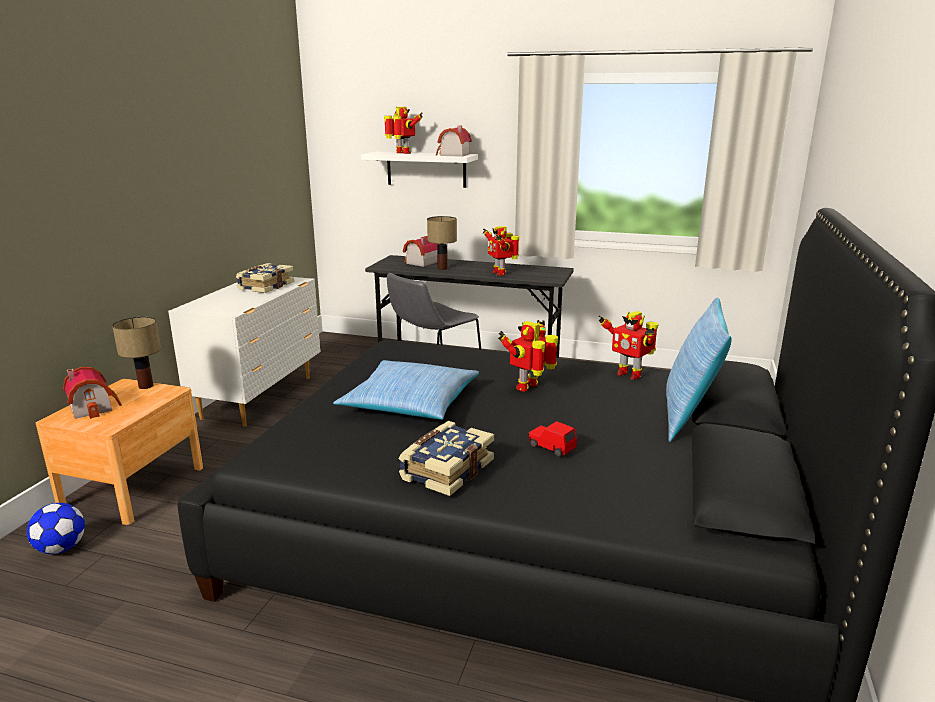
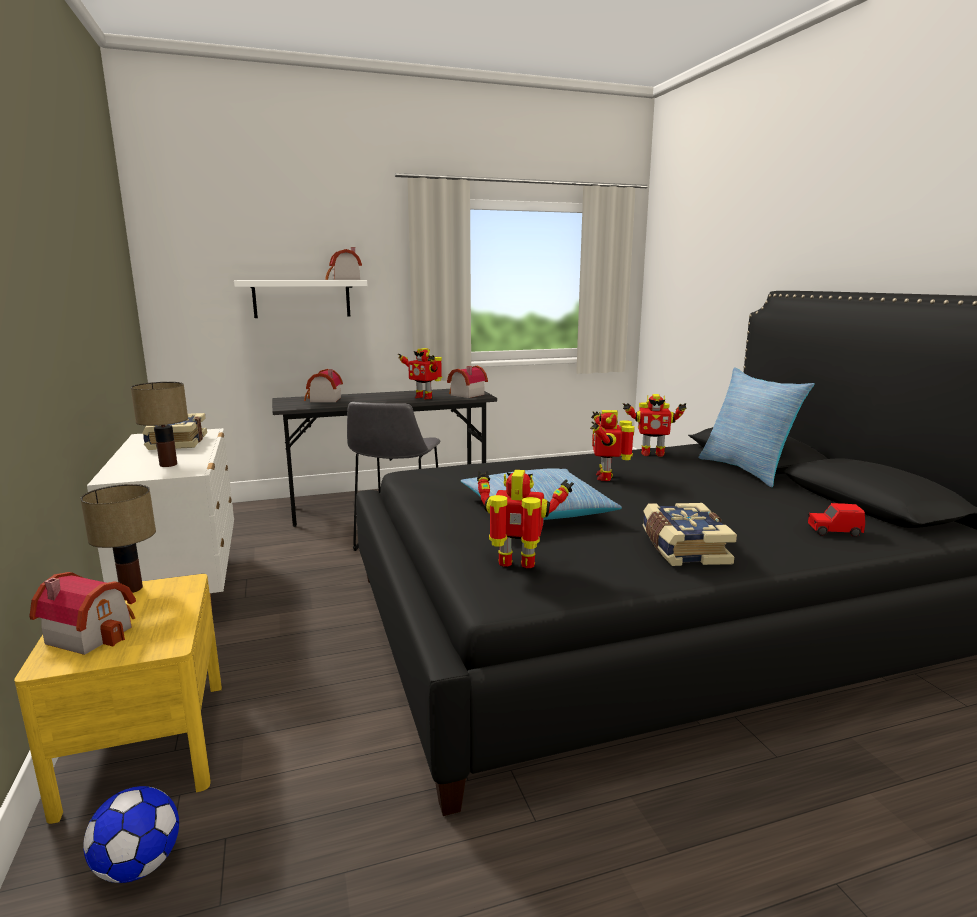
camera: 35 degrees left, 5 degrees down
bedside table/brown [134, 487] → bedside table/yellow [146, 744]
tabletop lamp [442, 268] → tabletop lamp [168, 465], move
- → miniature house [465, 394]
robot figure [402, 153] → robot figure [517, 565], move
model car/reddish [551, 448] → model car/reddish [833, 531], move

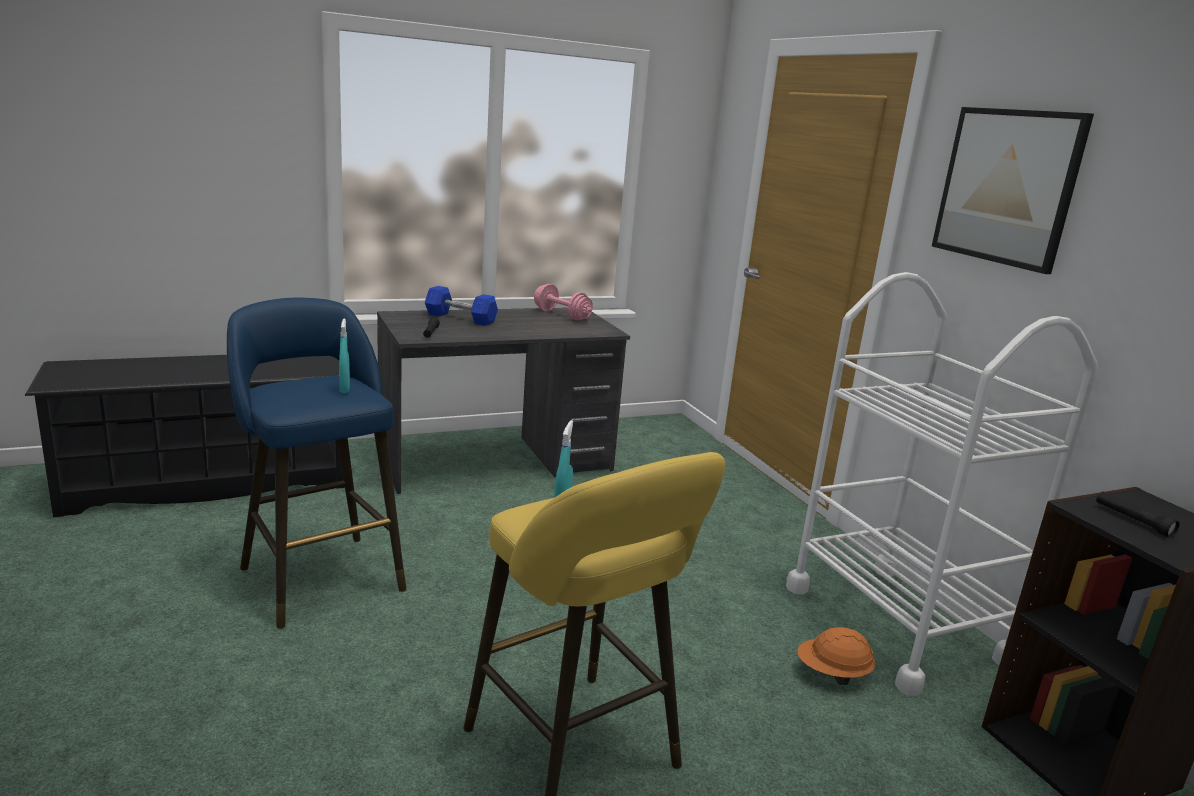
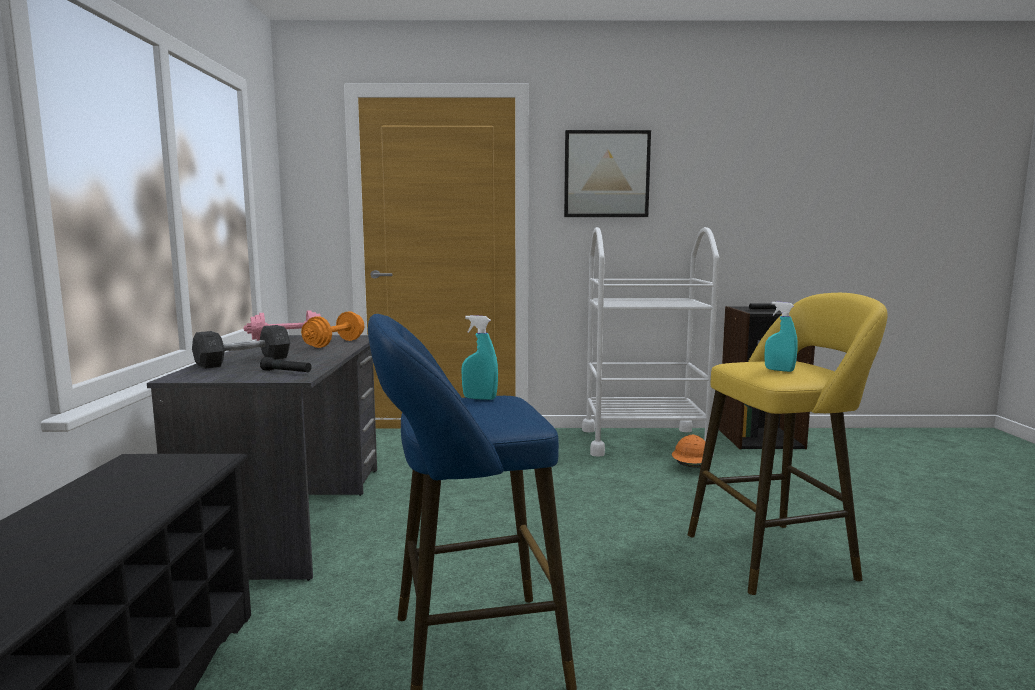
camera: 65 degrees left, 10 degrees down
hand weight/blue-coloured [460, 318] → hand weight/grey [243, 361]
- → hand weight/orange [334, 343]

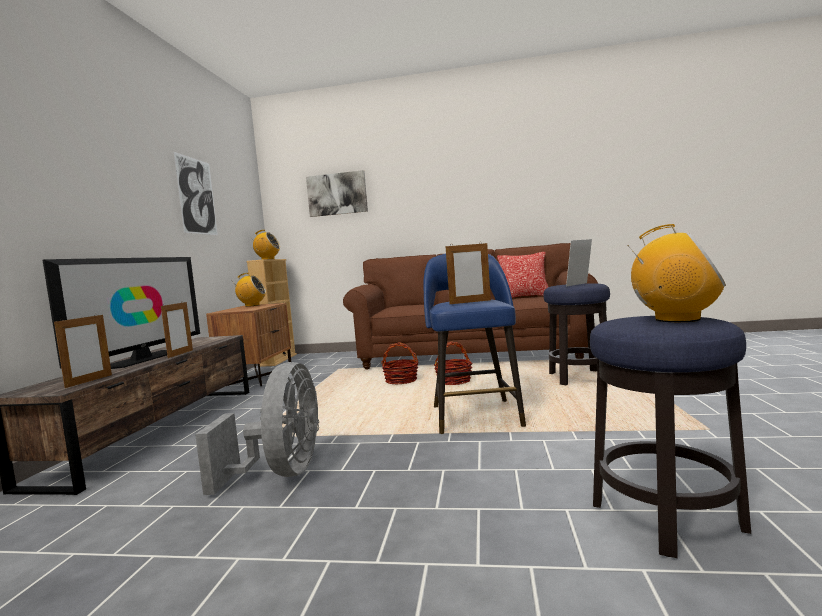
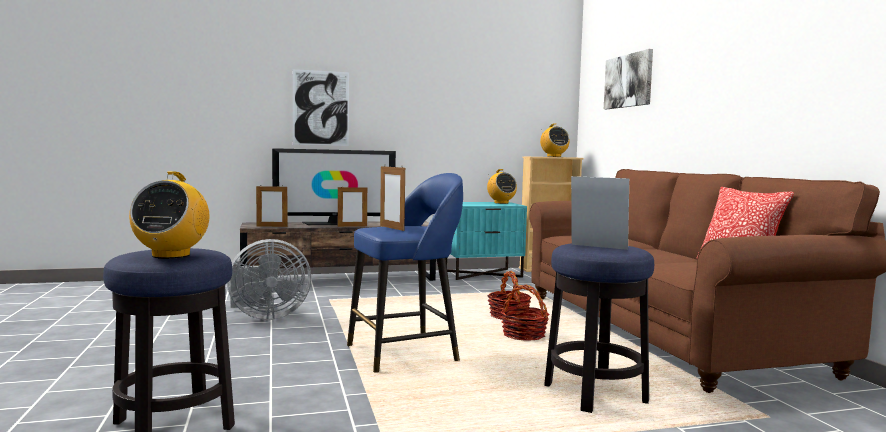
camera: 65 degrees right, 0 degrees up
picture [197, 196] → picture [321, 108], move
bedside table/brown [257, 377] → bedside table/blue-green [483, 274]

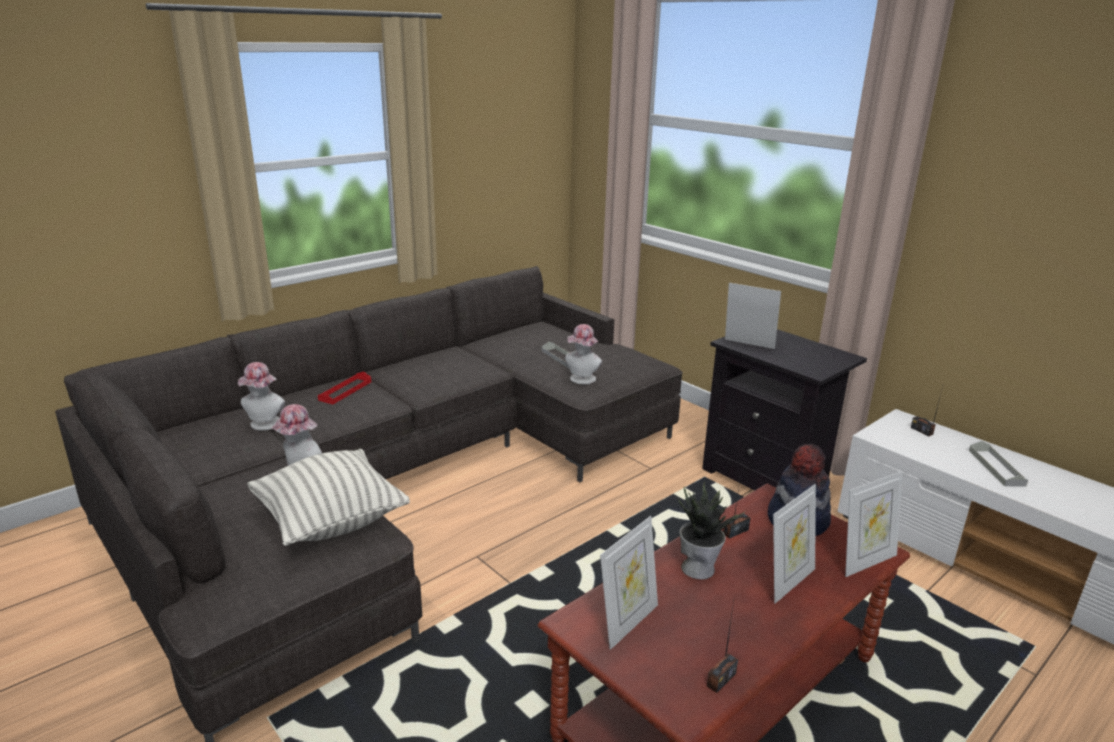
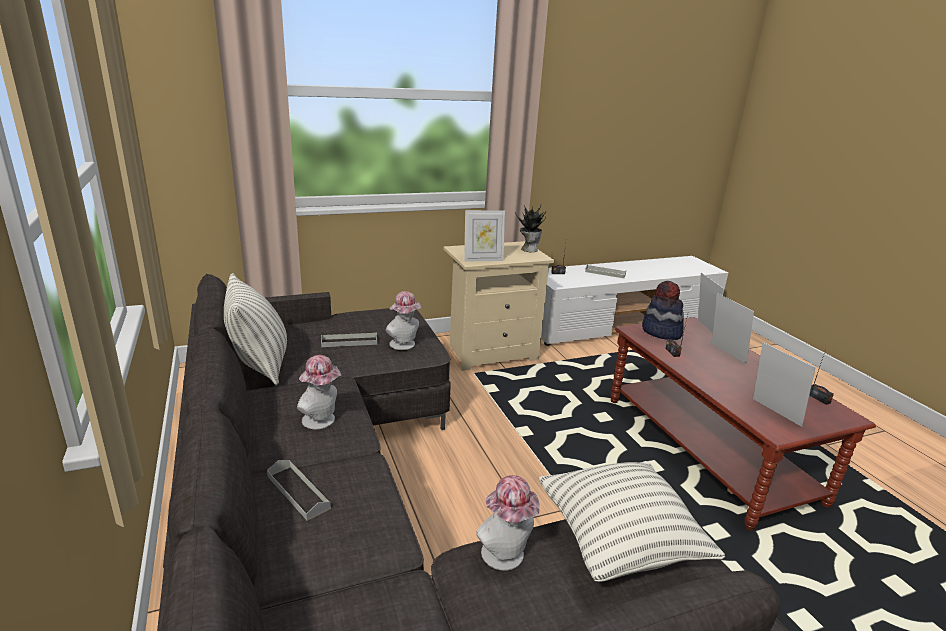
camera: 70 degrees left, 0 degrees up
- → cushion [259, 365]
carrying tray/reddish [345, 391] → carrying tray/grey [298, 492]
wearable hat [264, 425] → wearable hat [322, 421], move
bedside table/blackish [768, 478] → bedside table/beige-coloured [491, 352]
picture frame [748, 345] → picture frame [483, 259], 150 degrees counterclockwise
plant in a pot [698, 567] → plant in a pot [529, 249], move

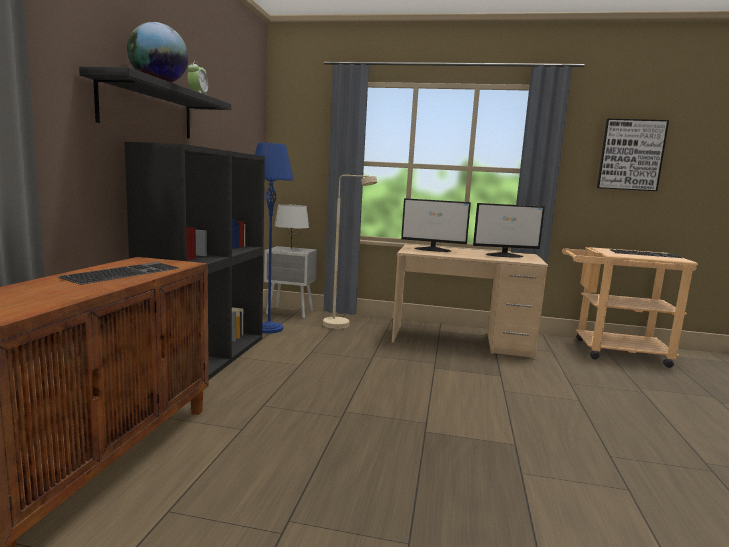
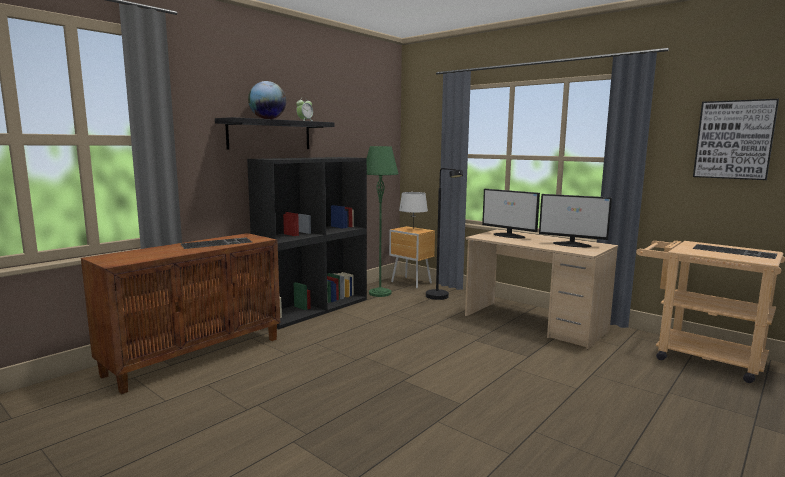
camera: 30 degrees right, 0 degrees up
standing lamp/blue-coloured [268, 329] → standing lamp/green [380, 293]
bedside table/grey [290, 313] → bedside table/brown [411, 283]
standing lamp/beige-coloured [342, 326] → standing lamp/blackish [441, 298]

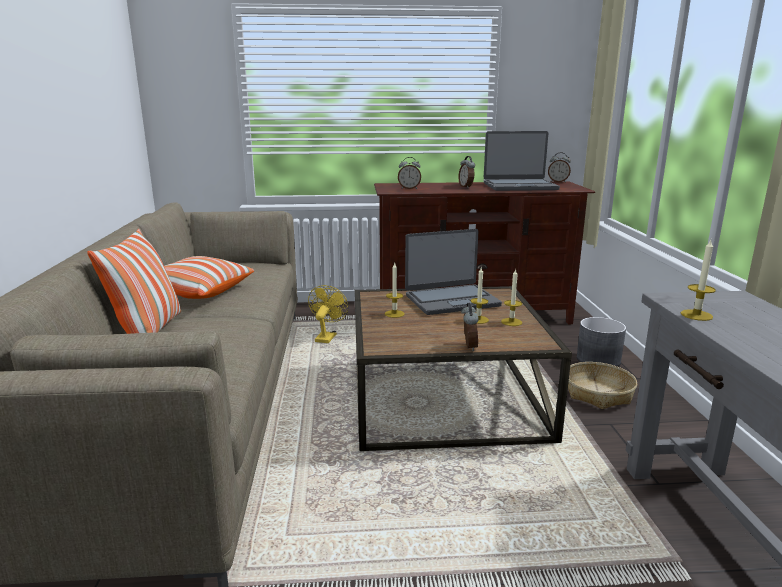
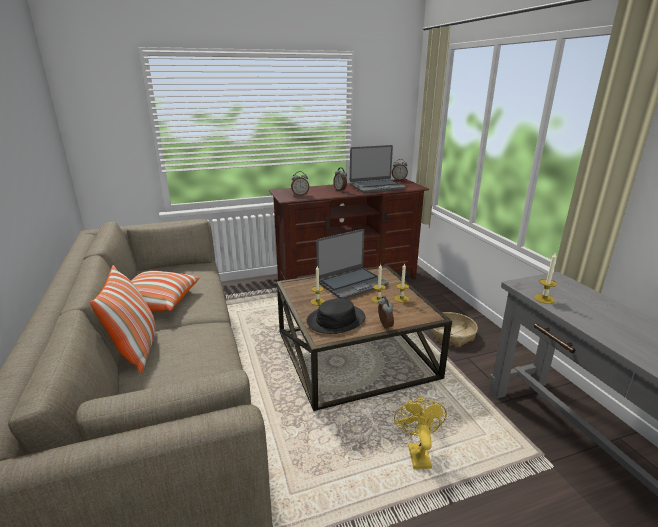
camera: 15 degrees left, 5 degrees up
- → wearable hat/blackish [336, 320]
electric fan/yellow [327, 336] → electric fan/yellow [417, 452], move
flower pot/grey [598, 360] → -

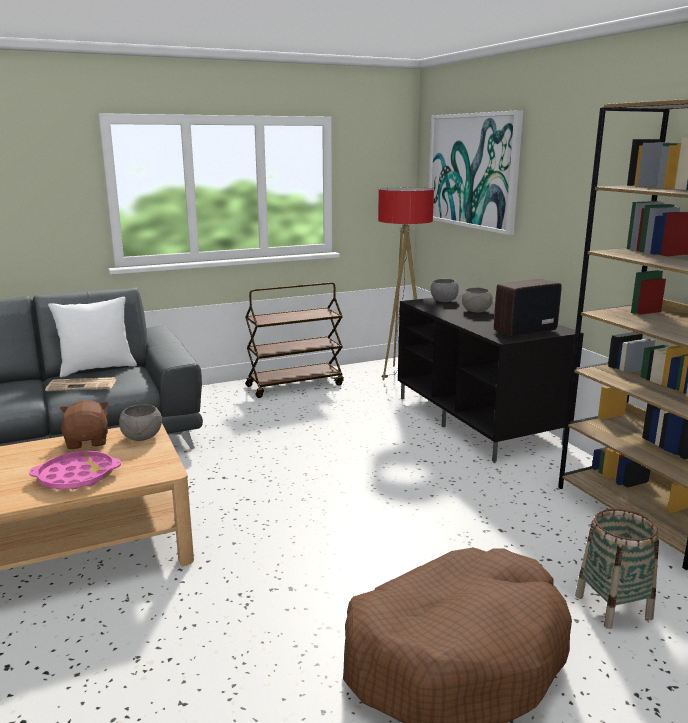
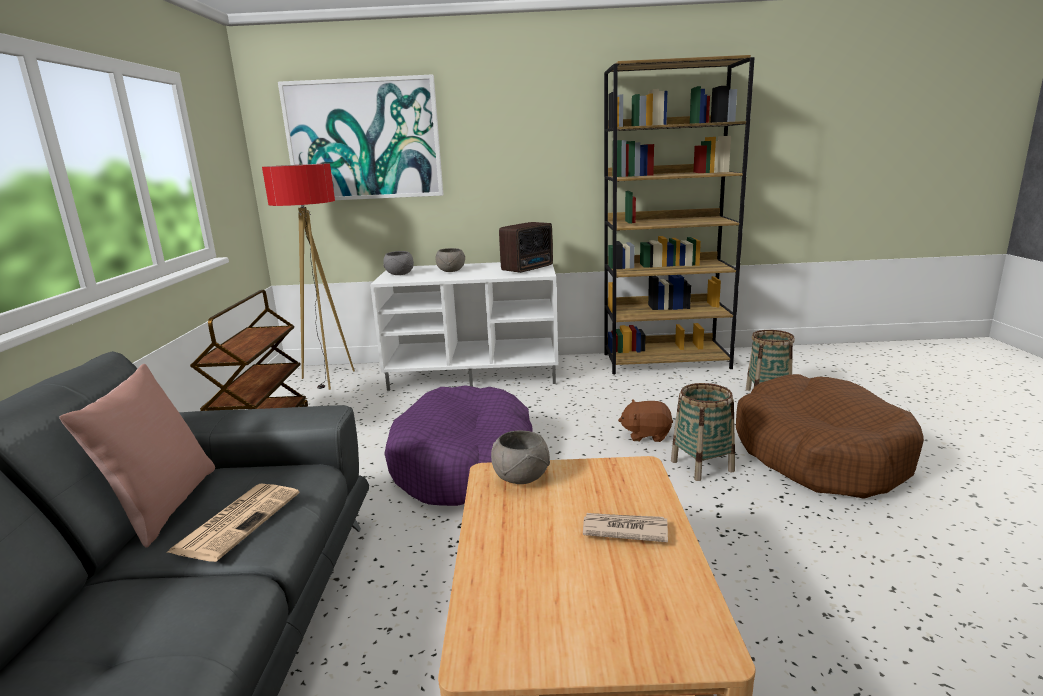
camera: 65 degrees left, 0 degrees up
cushion/white-coloured [97, 368] → cushion/pink [163, 506]
media console/blackish [478, 420] → media console/white-coloured [475, 372]
- → dog bed/purple-coloured [465, 465]
radio [523, 331] → radio [529, 268], 135 degrees counterclockwise
carrying tray/pink [77, 476] → newspaper [624, 529]
soft toy/brown [88, 441] → soft toy/brown [646, 435], move
- → household basket [702, 466]

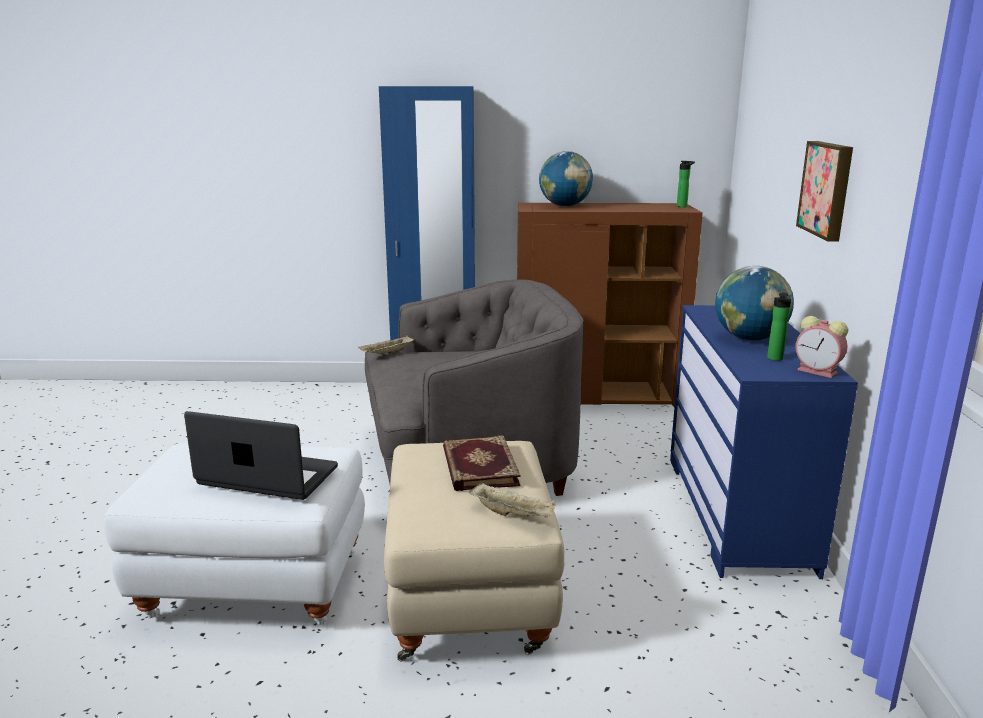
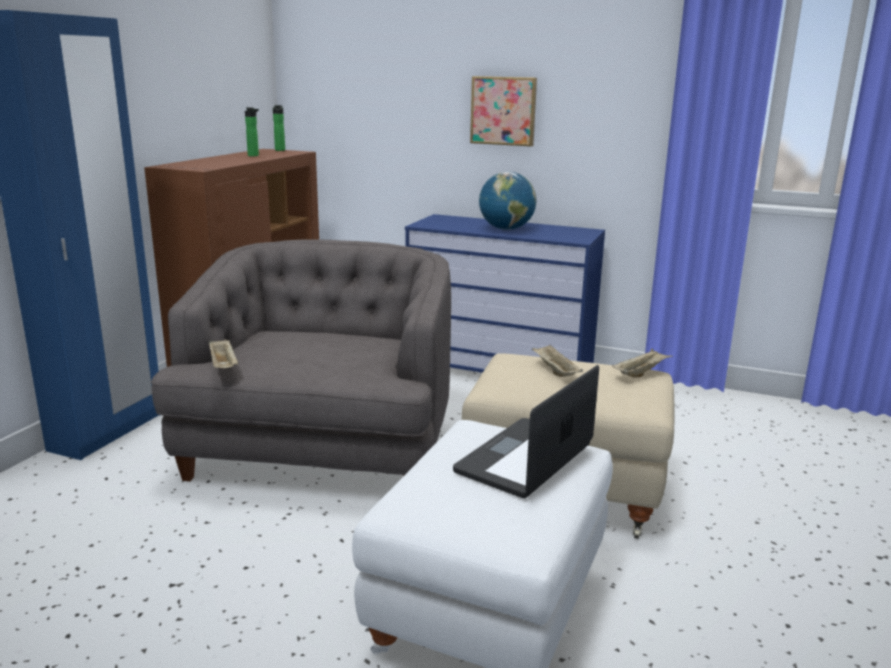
camera: 70 degrees left, 0 degrees up
beverage bottle [774, 359] → beverage bottle [254, 156], move
volume [478, 467] → carrying tray/beige-coloured [554, 371]
globe [565, 206] → -
bedside clock [819, 371] → -

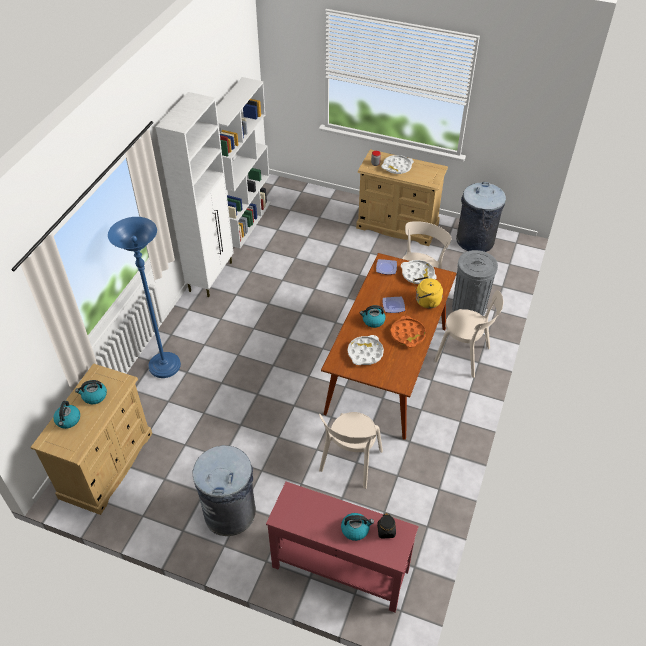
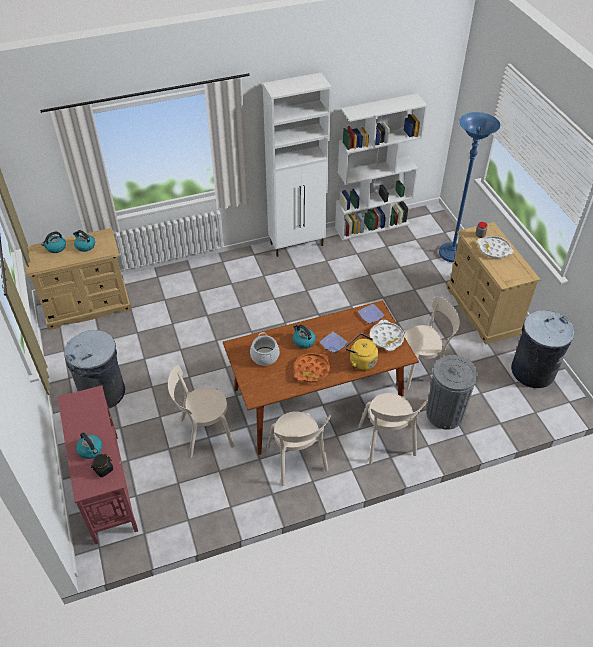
camera: 50 degrees right, 0 degrees up
carrying tray/white-coloured [365, 353] → stockpot [264, 356]
- → upright chair/beige-coloured [298, 462]
standing lamp/blue-coloured [165, 366] → standing lamp/blue-coloured [452, 254], move

